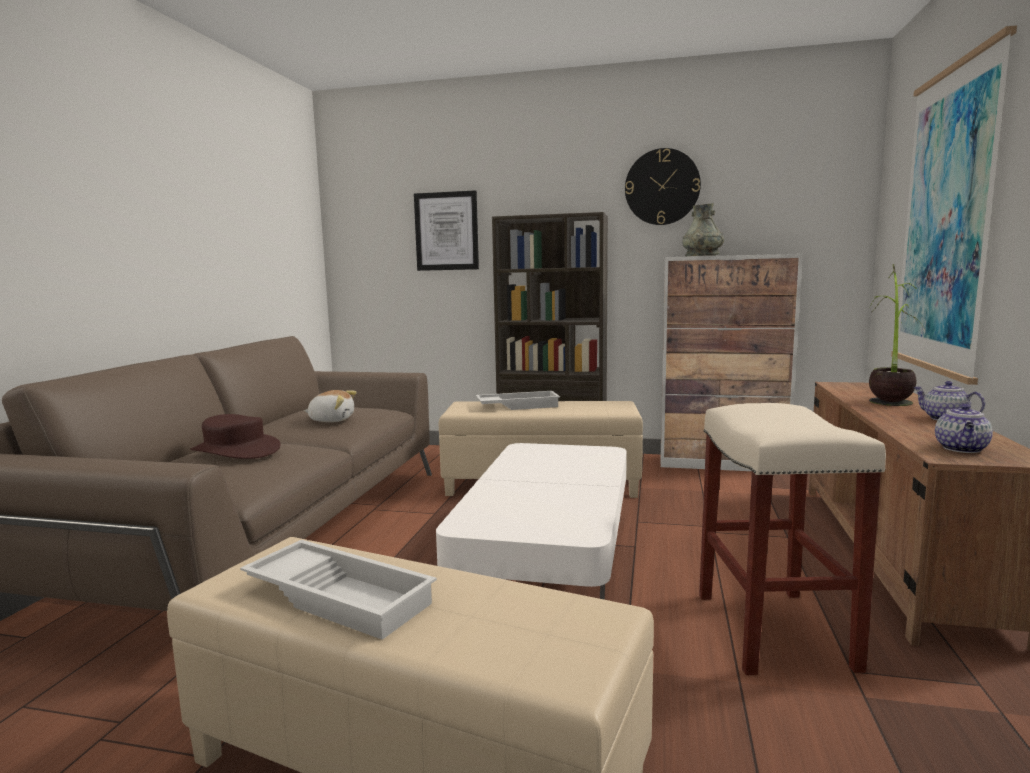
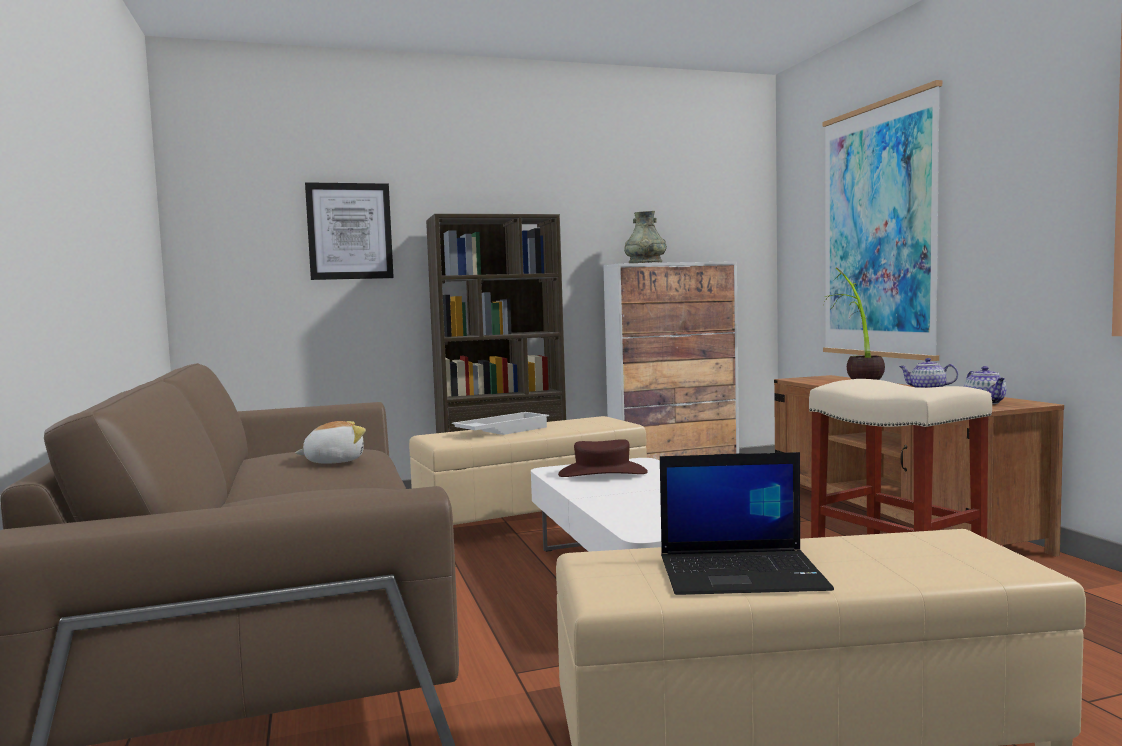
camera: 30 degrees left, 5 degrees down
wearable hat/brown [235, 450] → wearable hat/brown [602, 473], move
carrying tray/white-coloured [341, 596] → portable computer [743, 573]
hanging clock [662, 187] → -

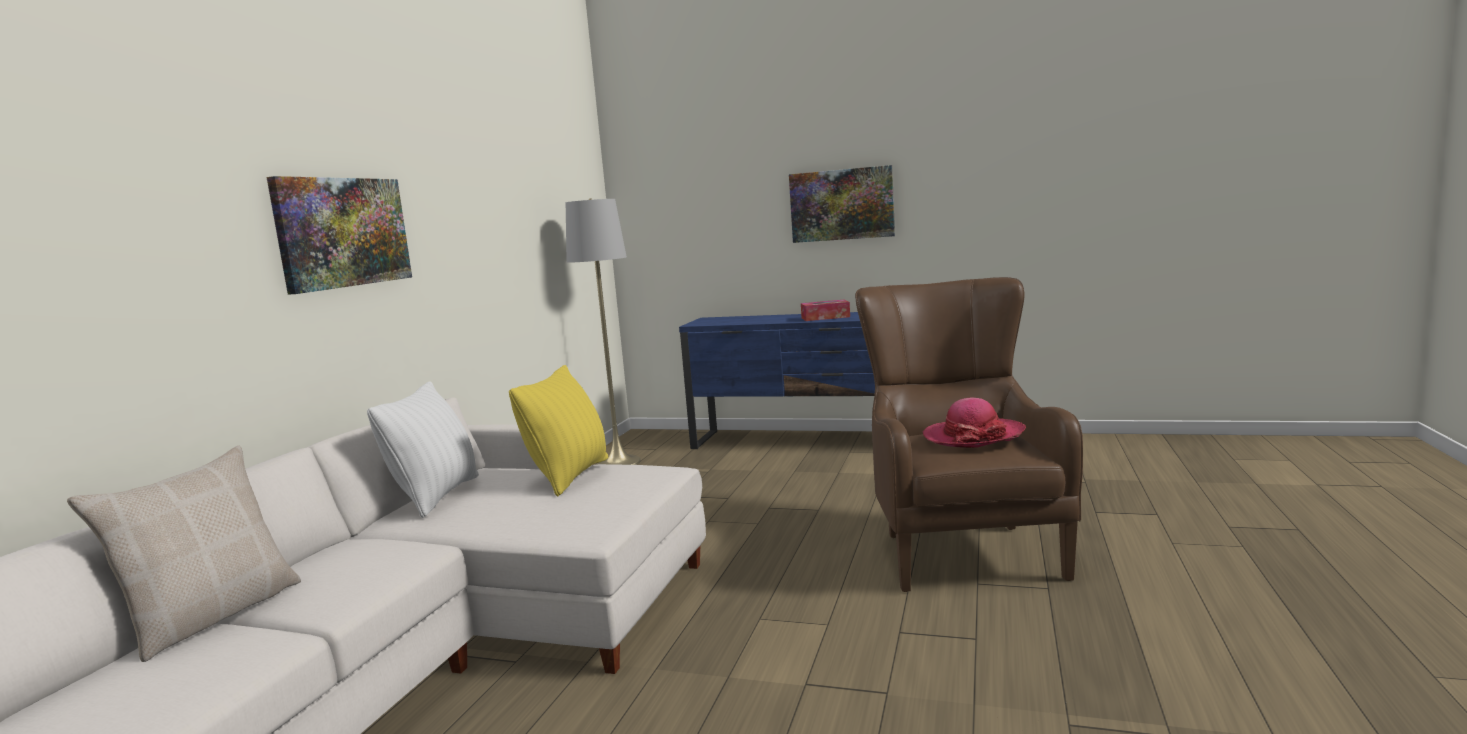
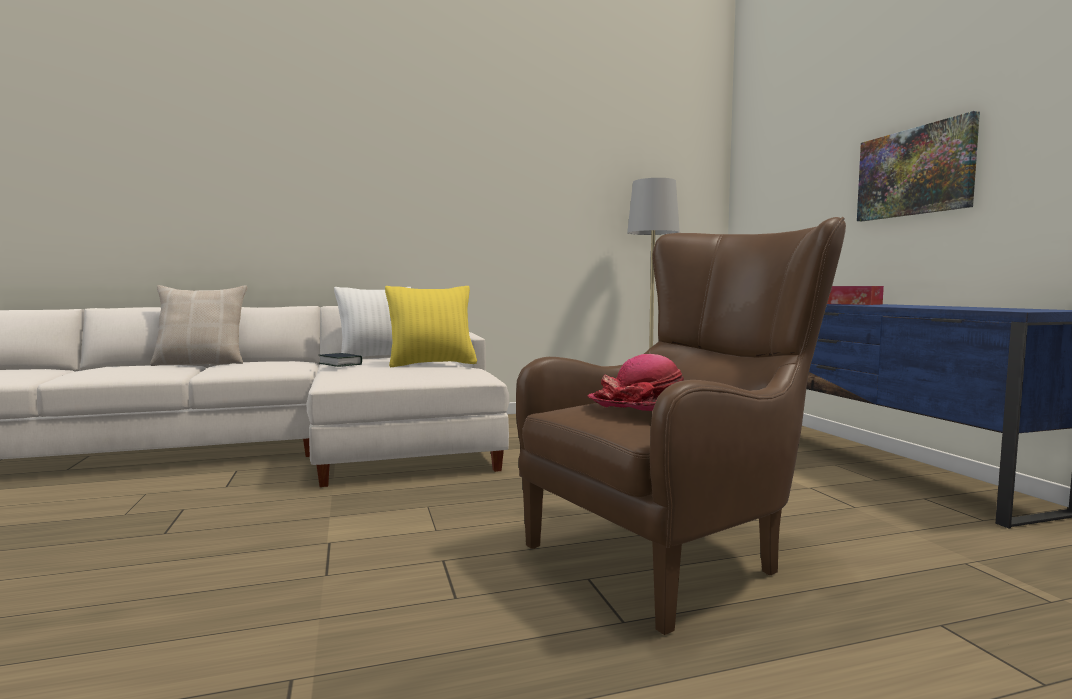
camera: 55 degrees right, 5 degrees down
- → volume [340, 364]
picture [343, 232] → -

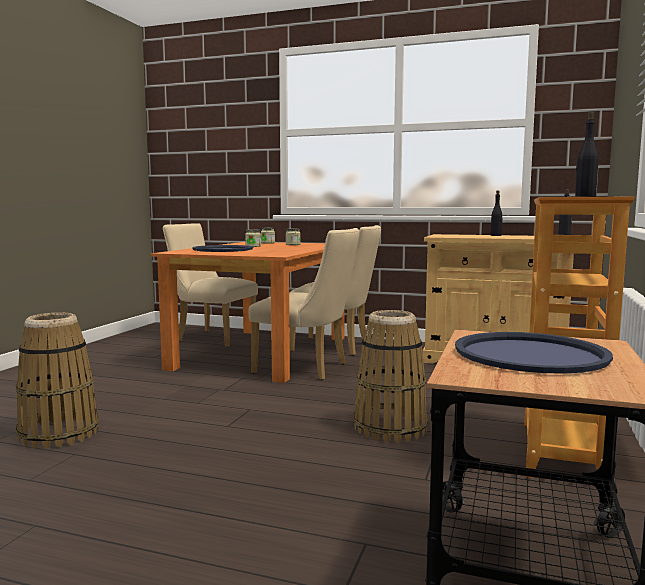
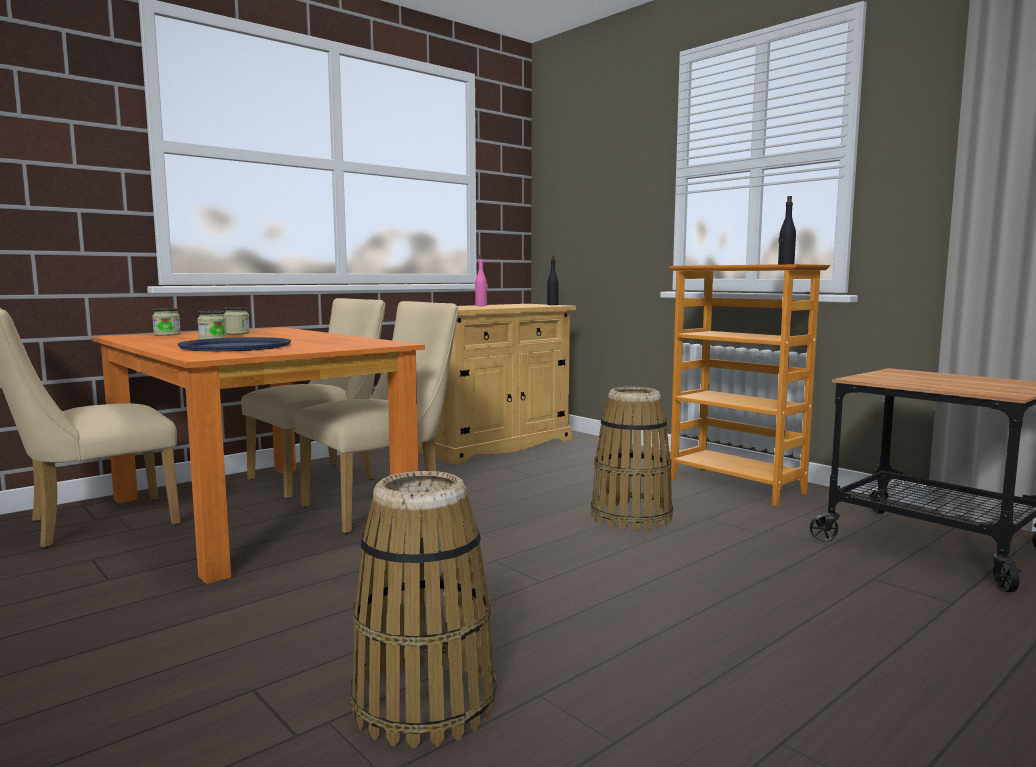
camera: 60 degrees left, 0 degrees up
beverage bottle/blackish [496, 235] → beverage bottle/pink [481, 305]
carrying tray/blue-coloured [530, 354] → -

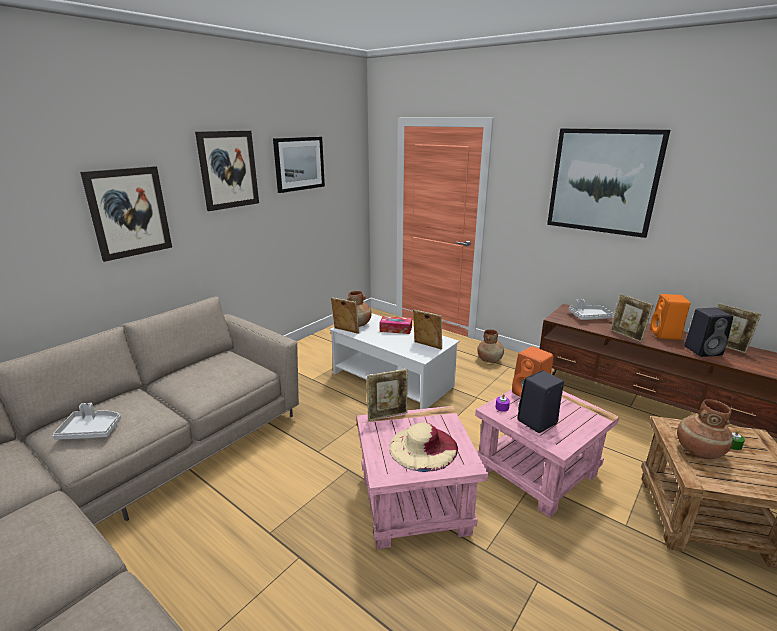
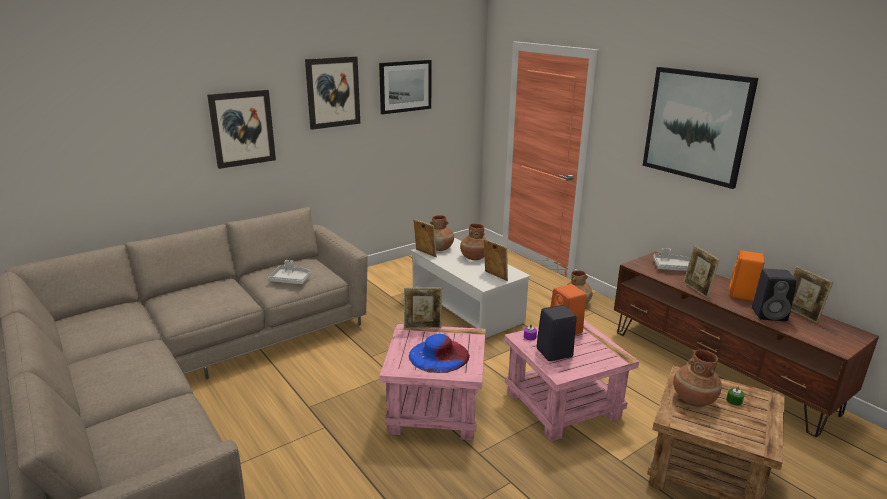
camera: 15 degrees right, 0 degrees up
carrying tray/grey [91, 430] → carrying tray/grey [291, 280], move
wearable hat/beige-coloured [423, 447] → wearable hat/blue-coloured [439, 355]
box of tissues [395, 329] → vase/brown [473, 257]

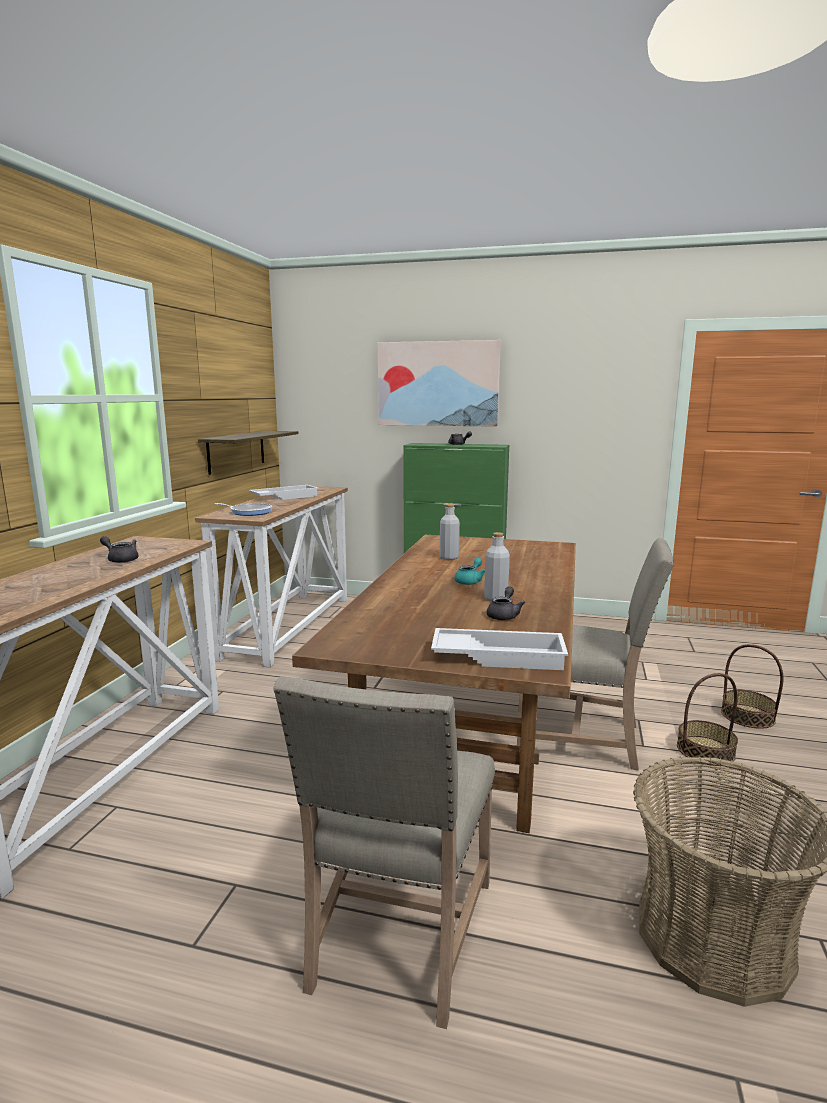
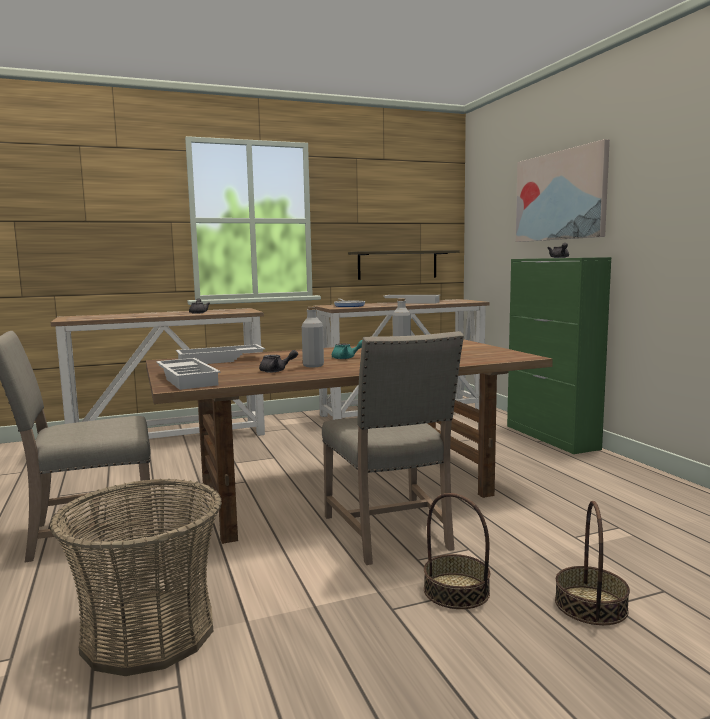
camera: 55 degrees right, 5 degrees down
- → carrying tray/white-coloured [220, 360]

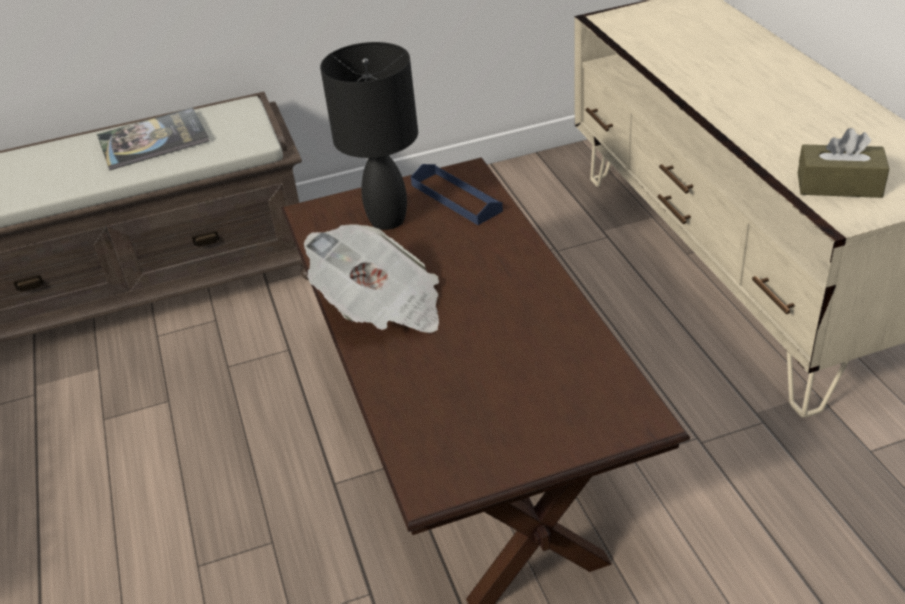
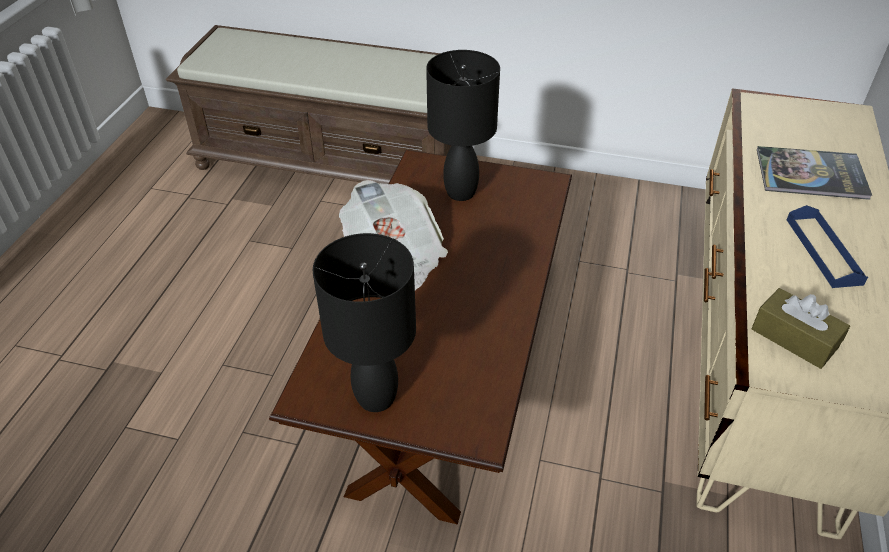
camera: 30 degrees right, 5 degrees up
- → tabletop lamp/blackish [375, 396]
volume [153, 140] → volume [810, 174], move
carrying tray/blue-coloured [456, 198] → carrying tray/blue-coloured [823, 251], move

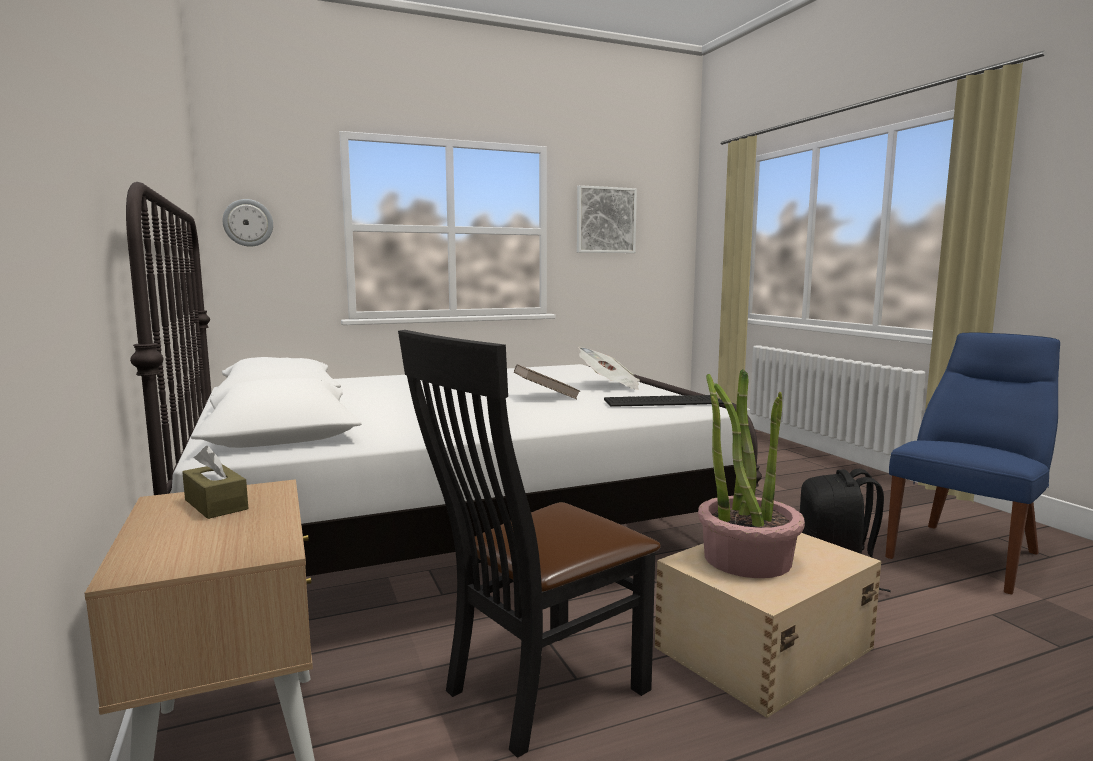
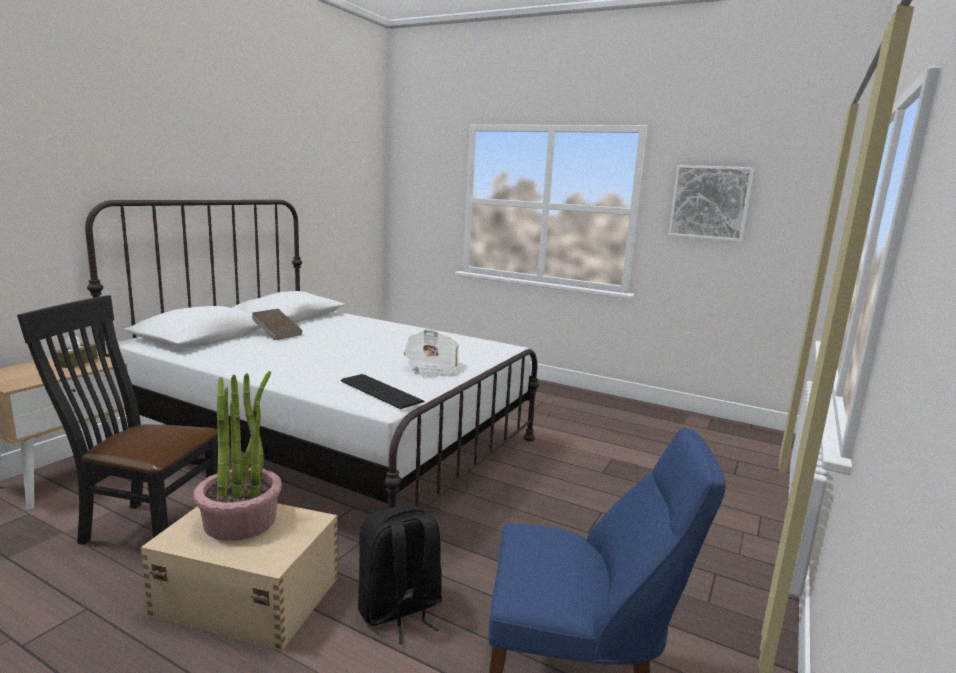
camera: 50 degrees right, 5 degrees up
volume/brown [546, 397] → volume/brown [277, 334], move
hanging clock [248, 223] → -

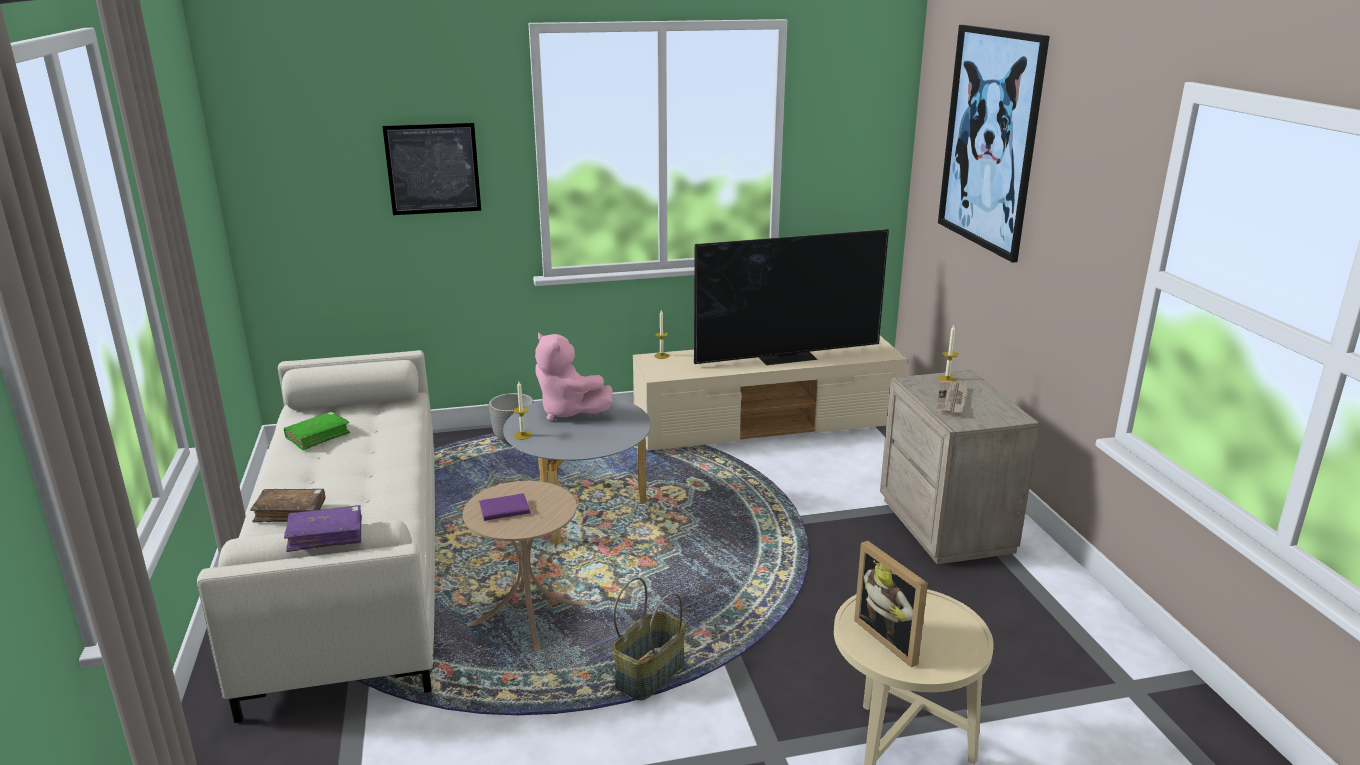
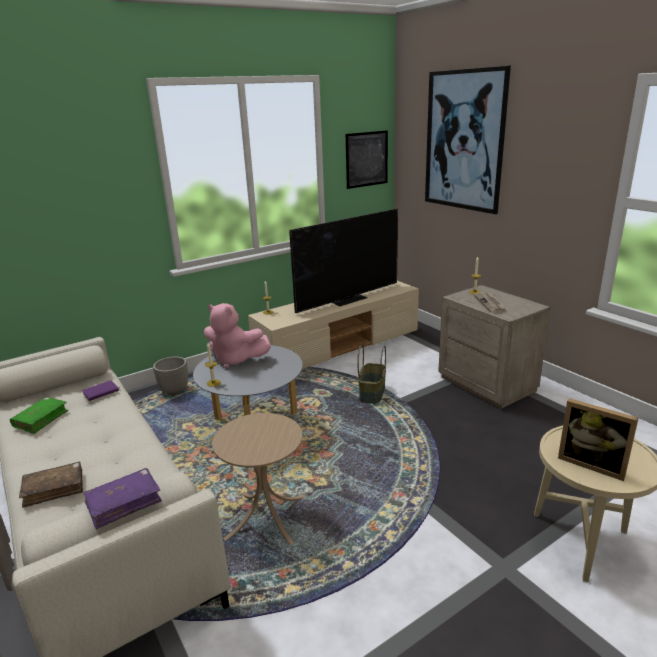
camera: 20 degrees left, 0 degrees up
volume/purple-coloured [505, 511] → volume/purple-coloured [101, 393], move
picture [433, 169] → picture [366, 159], move
household basket [649, 673] → household basket [371, 393], move

